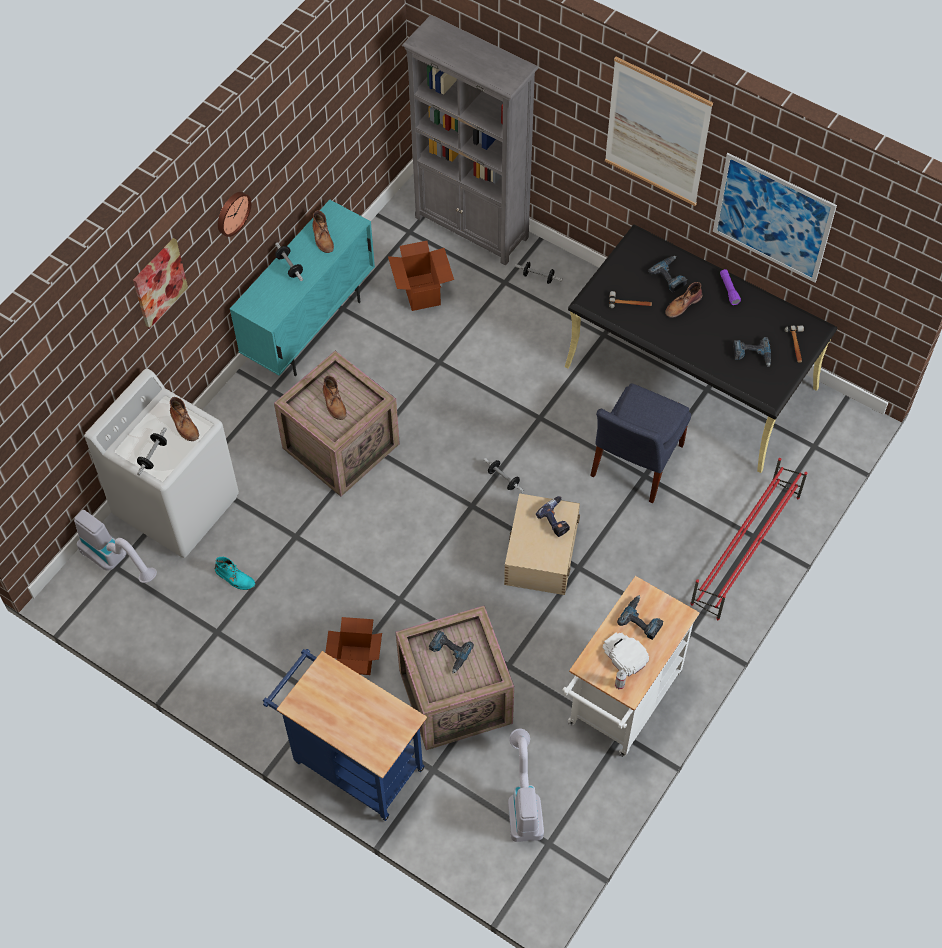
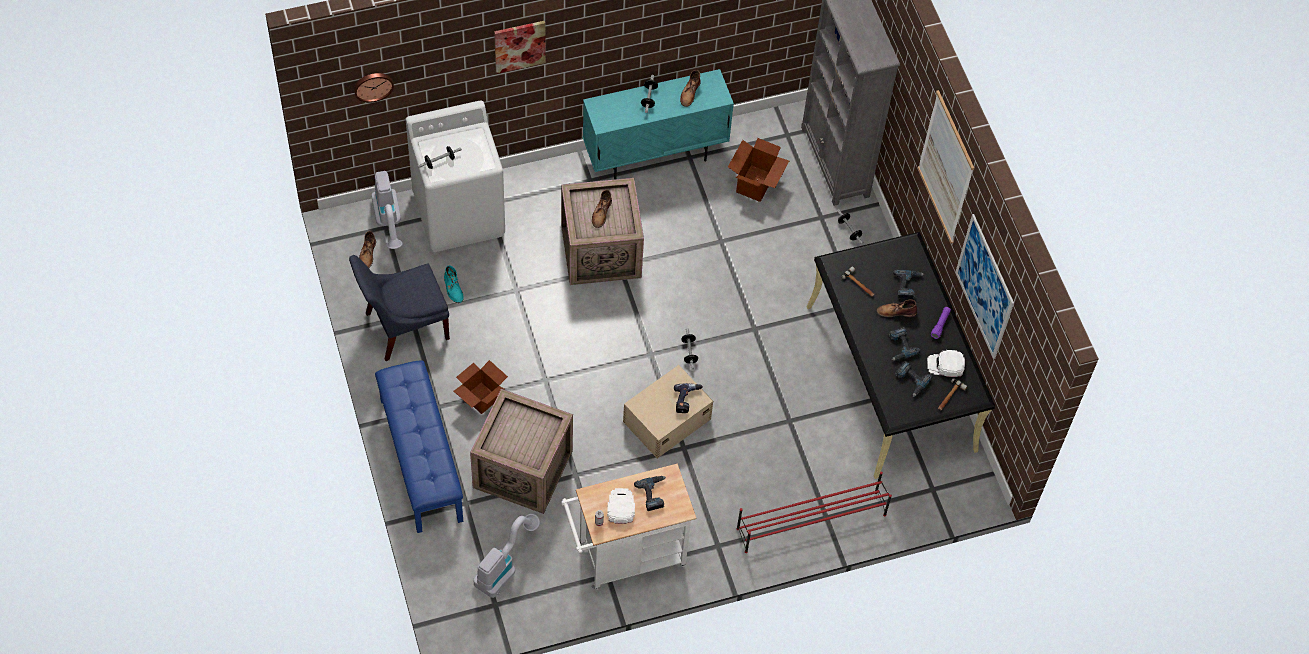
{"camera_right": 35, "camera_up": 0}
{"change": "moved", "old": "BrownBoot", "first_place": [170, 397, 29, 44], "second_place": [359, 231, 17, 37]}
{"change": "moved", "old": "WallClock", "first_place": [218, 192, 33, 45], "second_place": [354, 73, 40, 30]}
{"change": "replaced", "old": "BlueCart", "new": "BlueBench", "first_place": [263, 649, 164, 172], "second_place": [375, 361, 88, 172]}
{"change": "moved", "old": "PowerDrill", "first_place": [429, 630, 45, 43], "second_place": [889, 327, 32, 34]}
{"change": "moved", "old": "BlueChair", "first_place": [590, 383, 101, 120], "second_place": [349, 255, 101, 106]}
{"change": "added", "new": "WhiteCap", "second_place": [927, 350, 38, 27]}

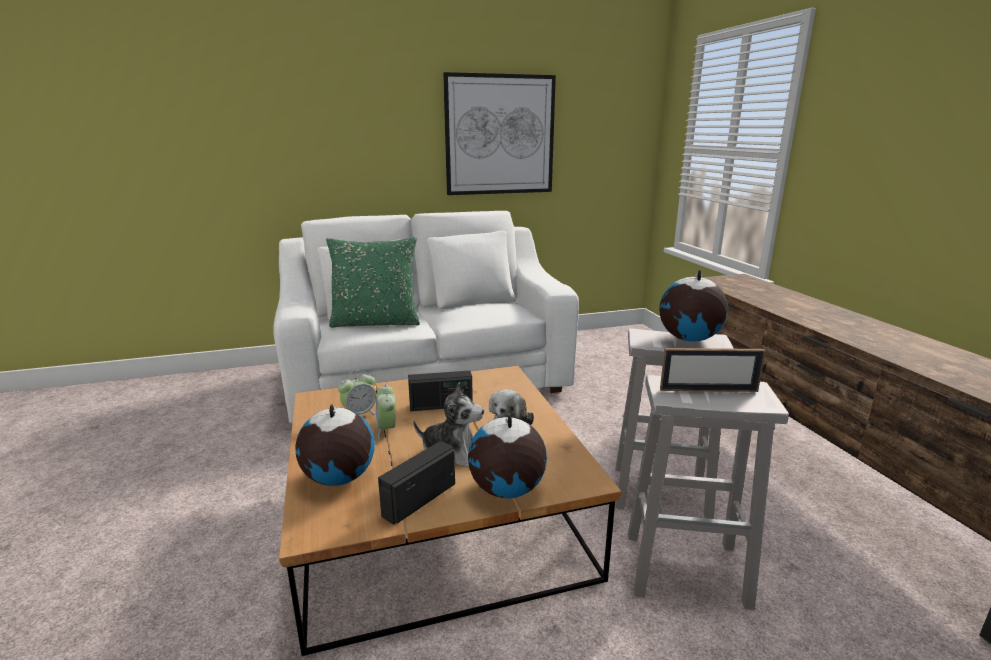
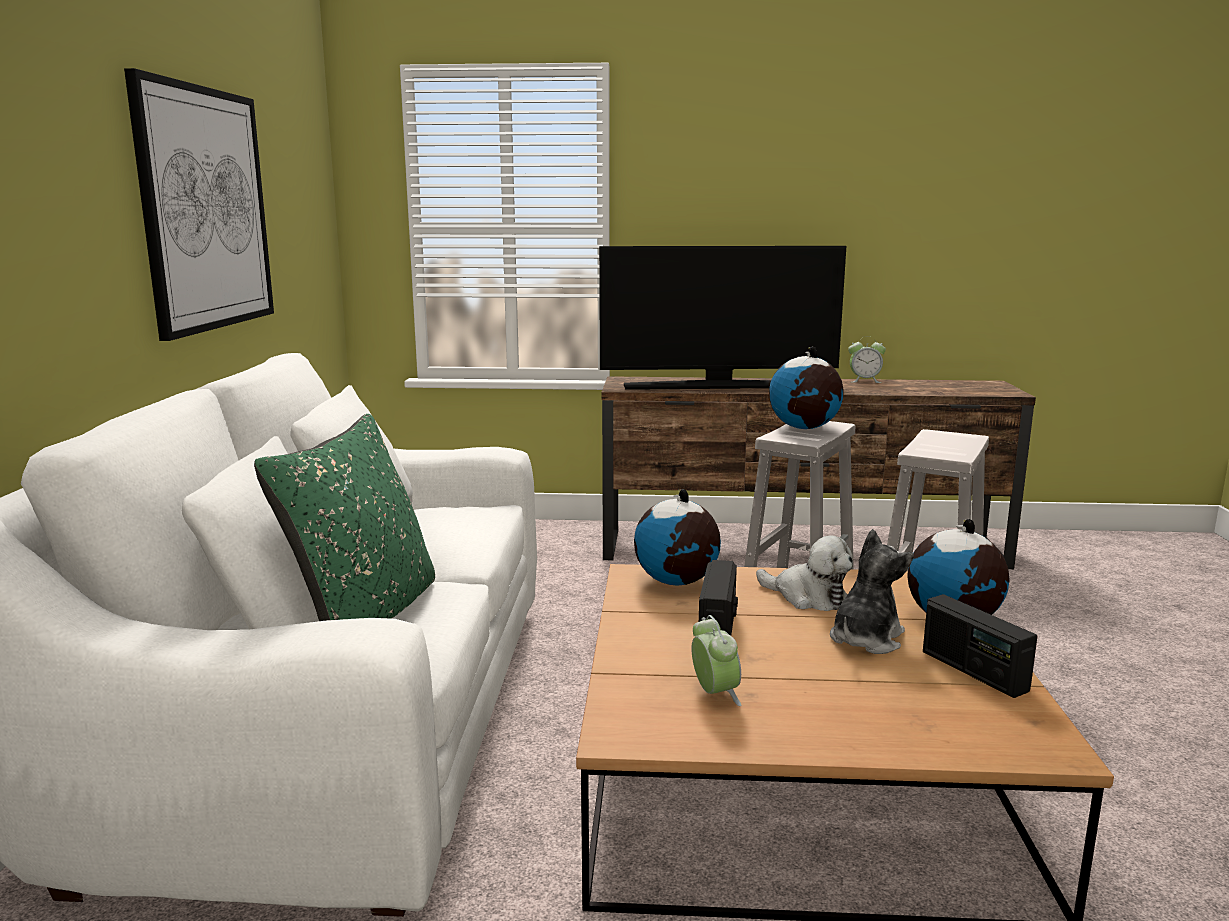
{"camera_right": -70, "camera_up": -5}
{"change": "moved", "old": "Globe", "first_place": [295, 404, 80, 82], "second_place": [634, 489, 87, 97]}
{"change": "moved", "old": "AlarmClock", "first_place": [376, 384, 20, 55], "second_place": [848, 336, 38, 47]}
{"change": "removed", "old": "PictureFrame", "first_place": [660, 348, 106, 44]}
{"change": "added", "new": "Television", "second_place": [599, 246, 247, 144]}

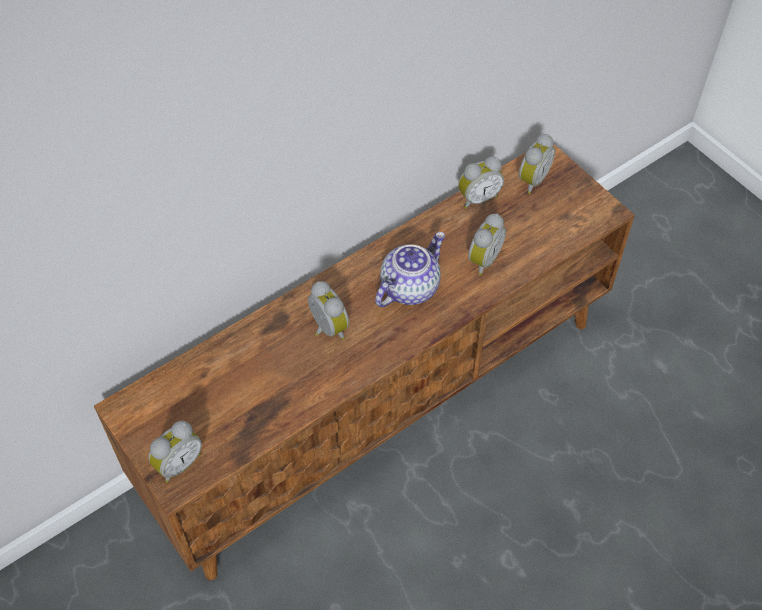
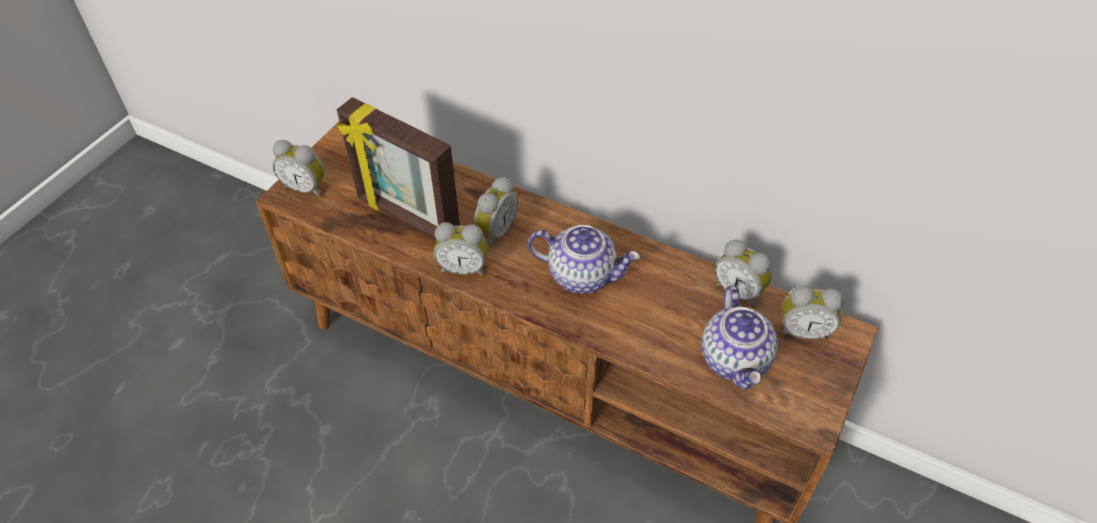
{"camera_right": 65, "camera_up": -5}
{"change": "moved", "old": "AlarmClock", "first_place": [468, 214, 38, 62], "second_place": [434, 222, 54, 55]}
{"change": "added", "new": "PictureFrame", "second_place": [337, 97, 123, 143]}
{"change": "added", "new": "Teapot", "second_place": [702, 286, 75, 104]}

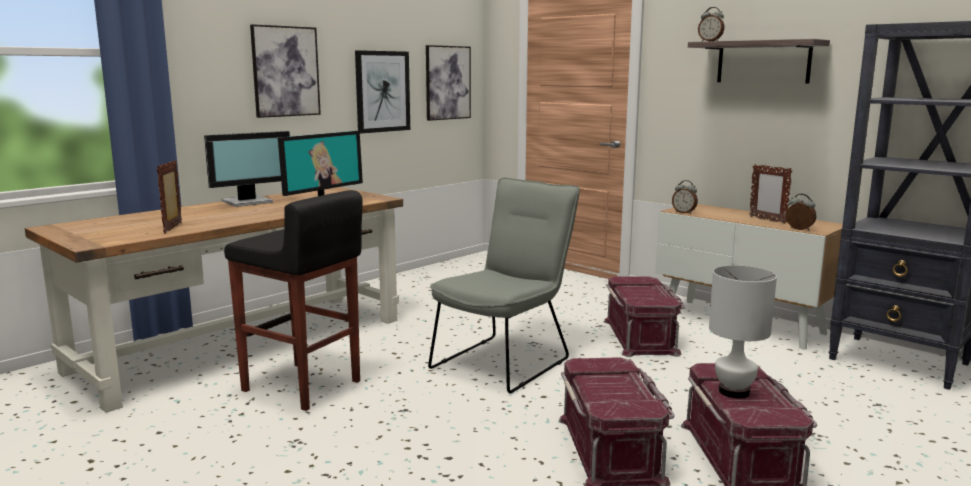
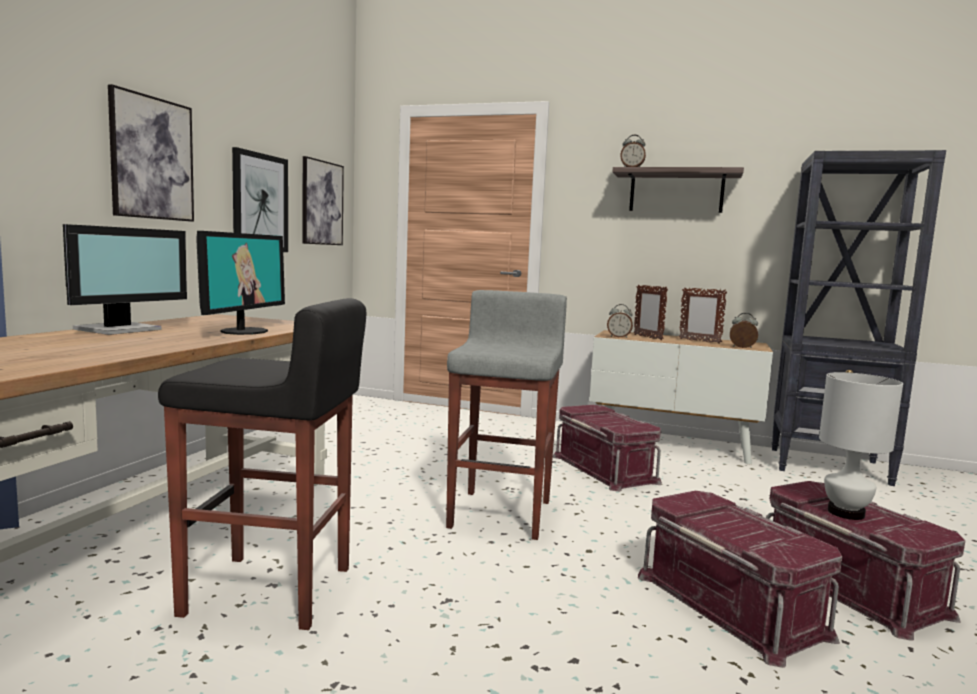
{"camera_right": -25, "camera_up": -5}
{"change": "moved", "old": "PictureFrame", "first_place": [157, 160, 25, 73], "second_place": [634, 285, 34, 55]}
{"change": "replaced", "old": "GreyChair", "new": "GreyStool", "first_place": [428, 178, 152, 215], "second_place": [446, 290, 121, 250]}

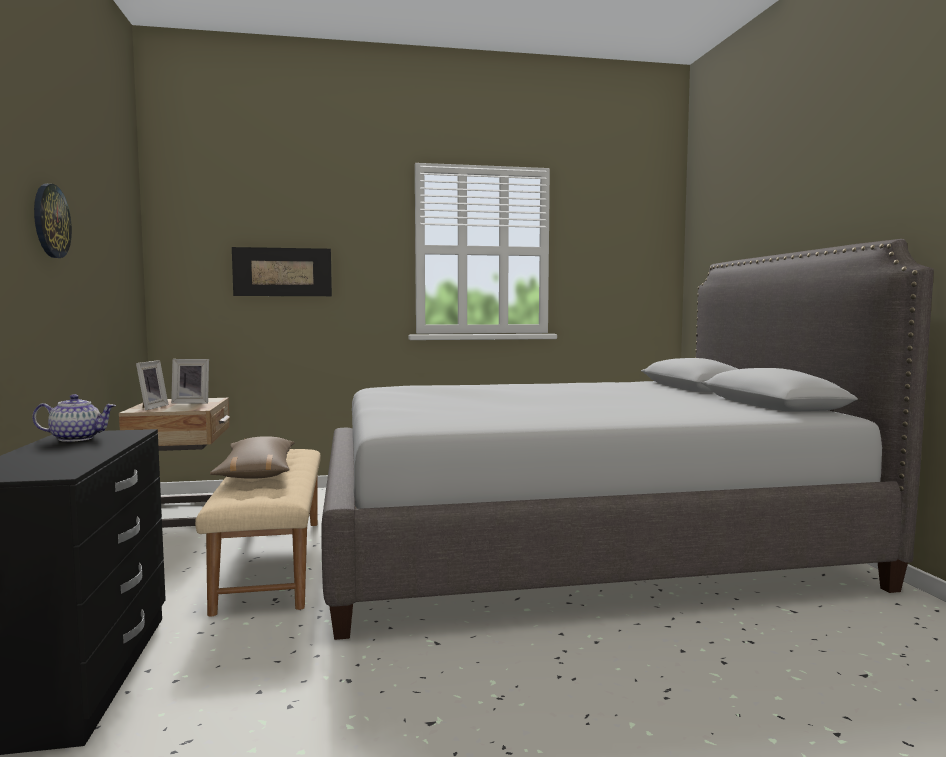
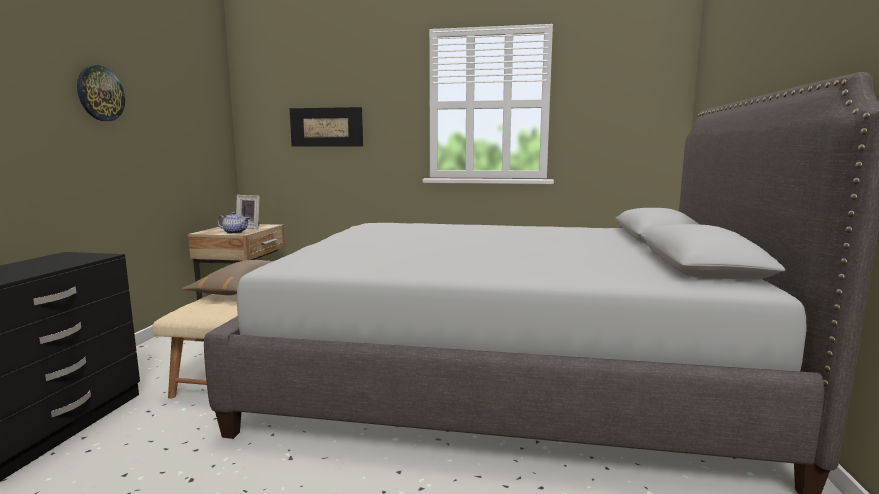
{"camera_right": 20, "camera_up": 5}
{"change": "moved", "old": "Teapot", "first_place": [32, 394, 84, 48], "second_place": [217, 212, 33, 22]}
{"change": "removed", "old": "PictureFrame", "first_place": [136, 360, 32, 51]}

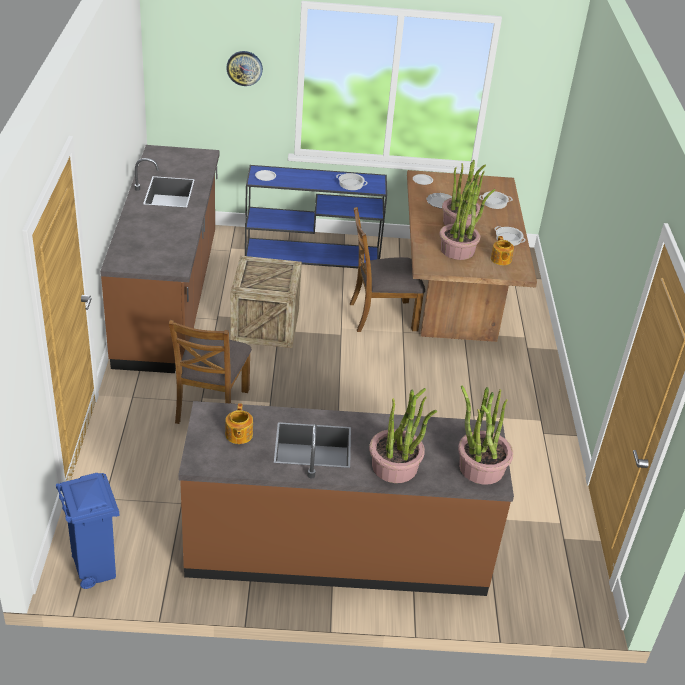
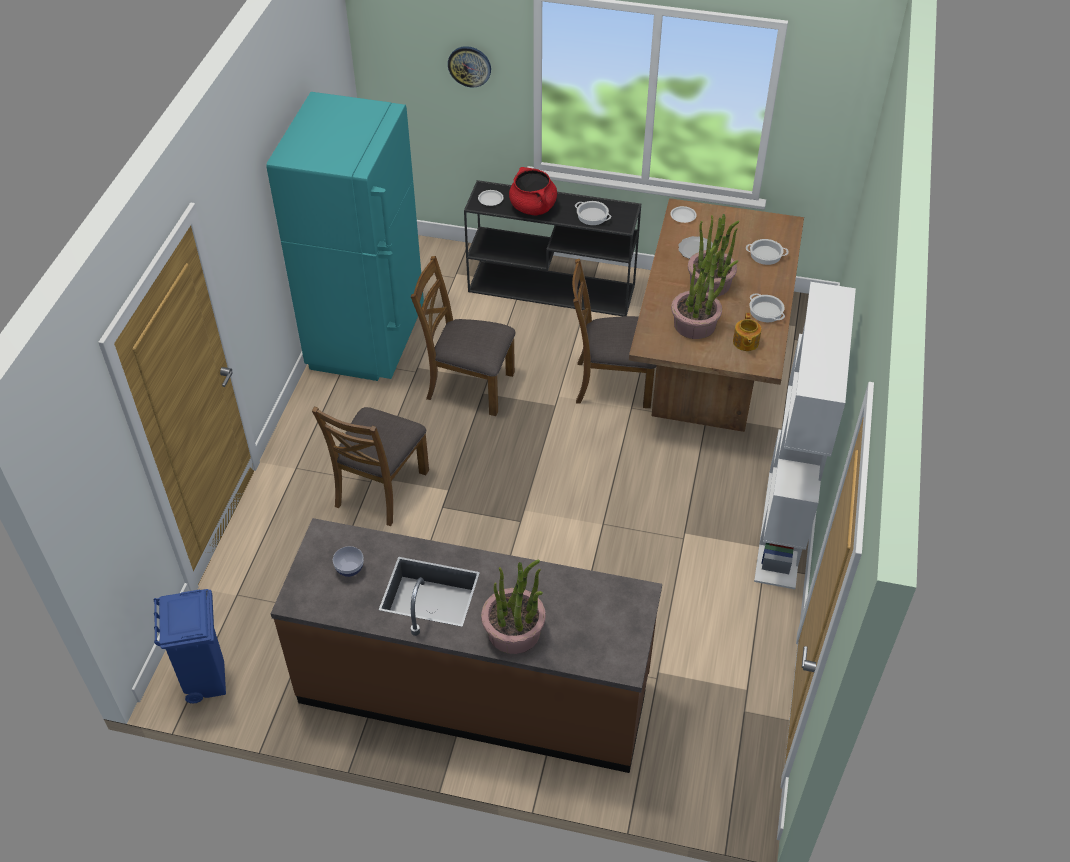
{"camera_right": 15, "camera_up": 10}
{"change": "replaced", "old": "BrownCounter", "new": "TurquoiseFridge", "first_place": [100, 145, 120, 228], "second_place": [267, 92, 157, 289]}
{"change": "replaced", "old": "Teapot", "new": "Bowl", "first_place": [225, 404, 28, 40], "second_place": [333, 546, 31, 31]}
{"change": "replaced", "old": "Crate", "new": "BrownChair", "first_place": [230, 256, 72, 92], "second_place": [411, 256, 104, 160]}
{"change": "recoloured", "old": "BlueConsoleTable", "new": "BlackConsoleTable", "first_place": [245, 165, 142, 103], "second_place": [464, 180, 177, 136]}
{"change": "removed", "old": "PottedPlant", "first_place": [458, 385, 55, 100]}
{"change": "added", "new": "RedCookingPot", "second_place": [509, 167, 48, 48]}
{"change": "added", "new": "WhiteBookcase", "second_place": [754, 282, 102, 307]}

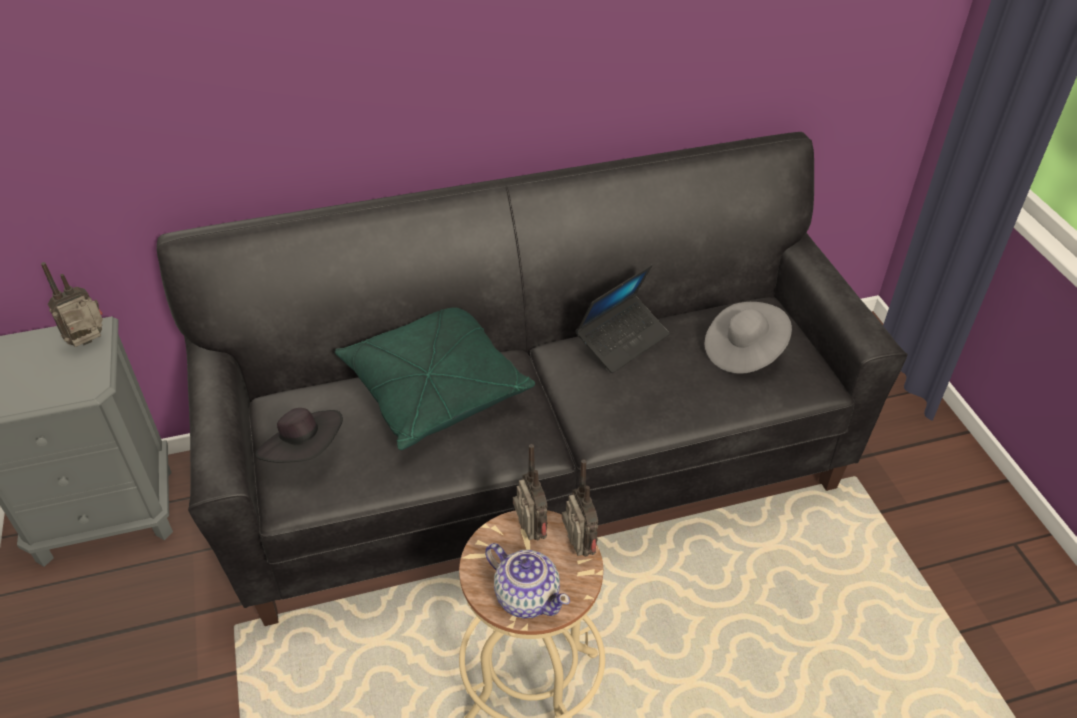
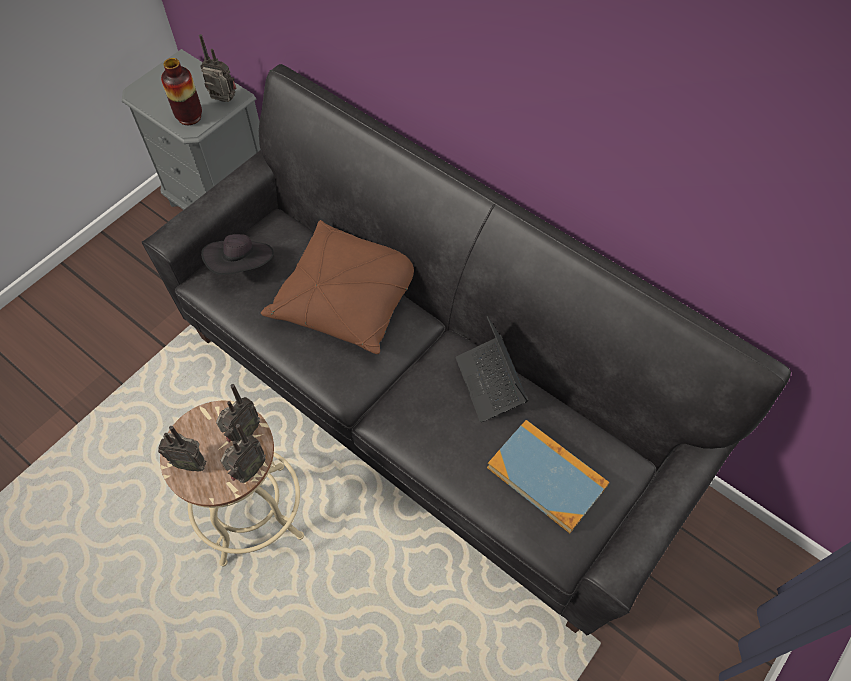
{"camera_right": 55, "camera_up": 15}
{"change": "recoloured", "old": "GreenPillow", "new": "BrownPillow", "first_place": [335, 307, 200, 143], "second_place": [261, 220, 153, 134]}
{"change": "replaced", "old": "Teapot", "new": "Radio", "first_place": [485, 543, 85, 75], "second_place": [158, 426, 48, 45]}
{"change": "turned", "old": "Laptop", "first_place": [575, 265, 95, 108], "second_place": [456, 316, 73, 106], "degrees": 60}
{"change": "replaced", "old": "GreyHat", "new": "Book", "first_place": [705, 302, 87, 72], "second_place": [487, 420, 123, 113]}
{"change": "added", "new": "Vase", "second_place": [161, 58, 41, 67]}

